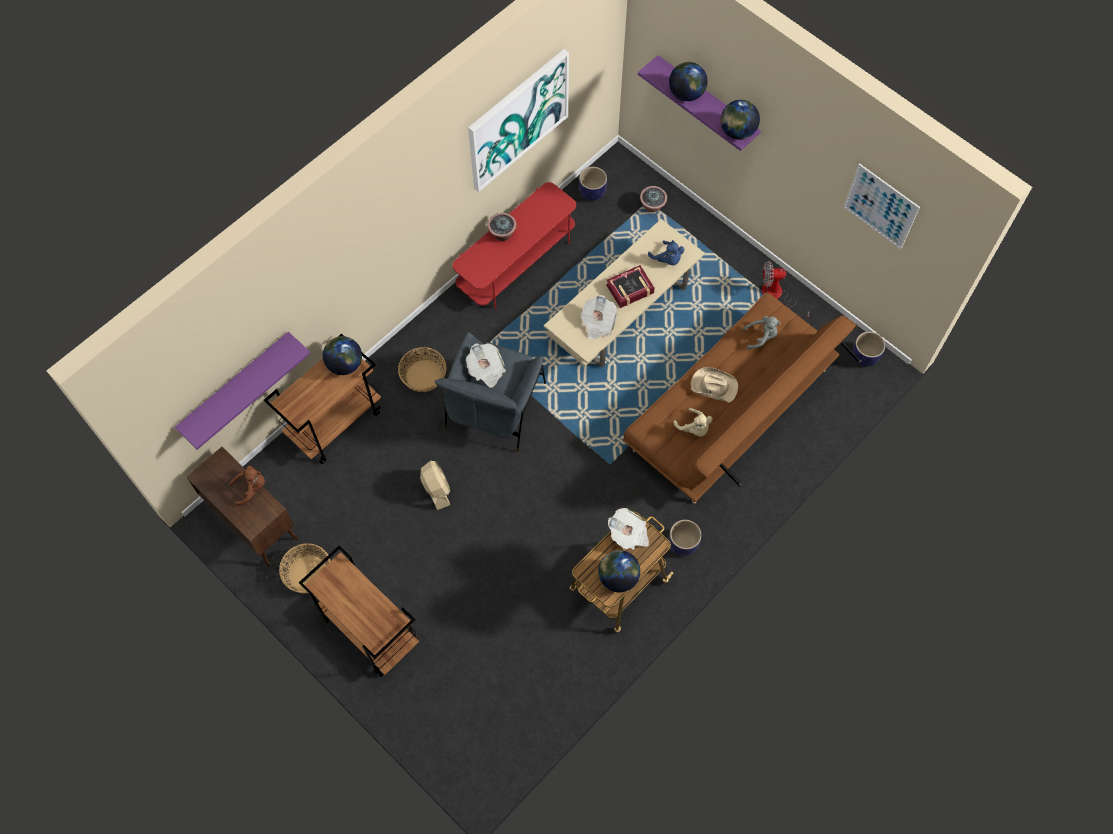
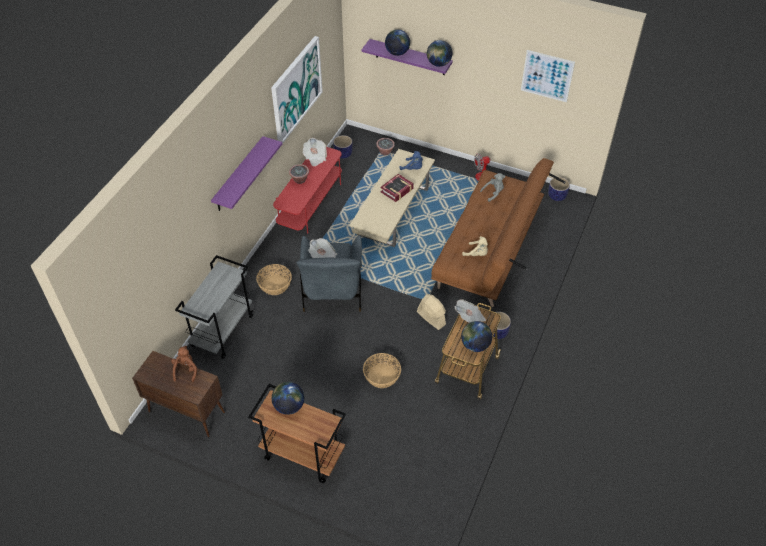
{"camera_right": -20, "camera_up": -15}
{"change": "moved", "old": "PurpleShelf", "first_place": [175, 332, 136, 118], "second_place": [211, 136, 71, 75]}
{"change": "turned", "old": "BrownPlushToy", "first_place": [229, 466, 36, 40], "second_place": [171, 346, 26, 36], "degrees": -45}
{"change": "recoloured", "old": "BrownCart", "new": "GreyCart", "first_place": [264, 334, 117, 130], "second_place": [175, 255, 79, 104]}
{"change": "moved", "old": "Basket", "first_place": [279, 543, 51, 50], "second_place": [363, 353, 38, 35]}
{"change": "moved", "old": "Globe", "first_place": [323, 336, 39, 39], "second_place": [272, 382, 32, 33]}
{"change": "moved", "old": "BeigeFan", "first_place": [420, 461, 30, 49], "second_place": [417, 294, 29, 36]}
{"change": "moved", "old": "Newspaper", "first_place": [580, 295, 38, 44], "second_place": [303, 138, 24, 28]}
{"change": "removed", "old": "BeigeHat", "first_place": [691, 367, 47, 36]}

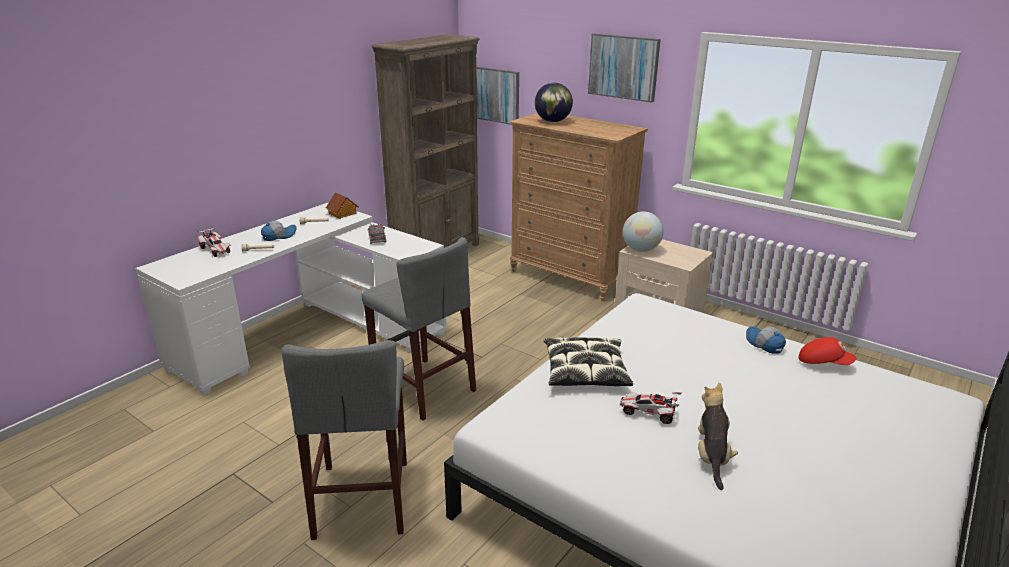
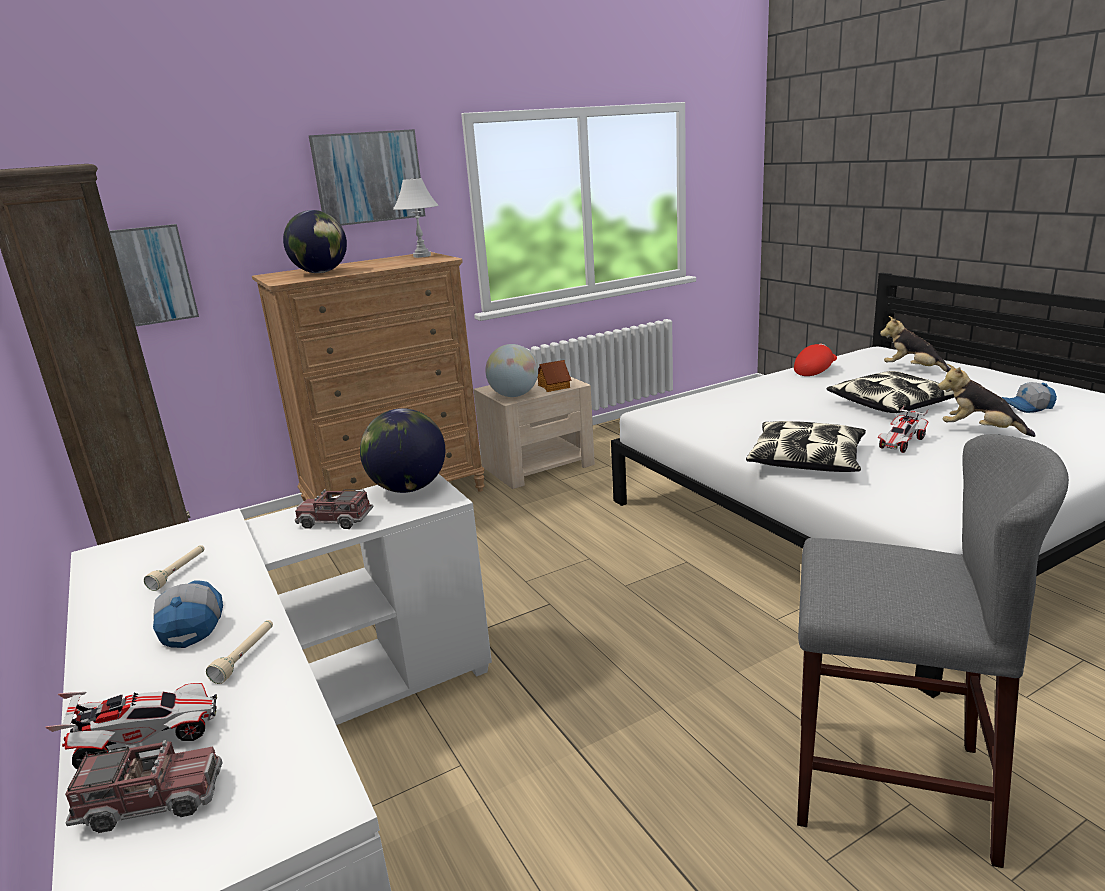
{"camera_right": -65, "camera_up": -5}
{"change": "moved", "old": "ToyHouse", "first_place": [326, 192, 33, 27], "second_place": [538, 360, 33, 32]}
{"change": "removed", "old": "GreyStool", "first_place": [362, 237, 114, 184]}
{"change": "moved", "old": "Cap", "first_place": [746, 326, 40, 28], "second_place": [1002, 382, 55, 31]}
{"change": "added", "new": "ToyTruck", "second_place": [65, 740, 158, 93]}
{"change": "added", "new": "Globe", "second_place": [360, 408, 85, 85]}
{"change": "added", "new": "WhiteTableLamp", "second_place": [393, 178, 46, 80]}
{"change": "added", "new": "Pillow", "second_place": [826, 371, 128, 42]}
{"change": "added", "new": "PlushToy", "second_place": [880, 316, 71, 56]}

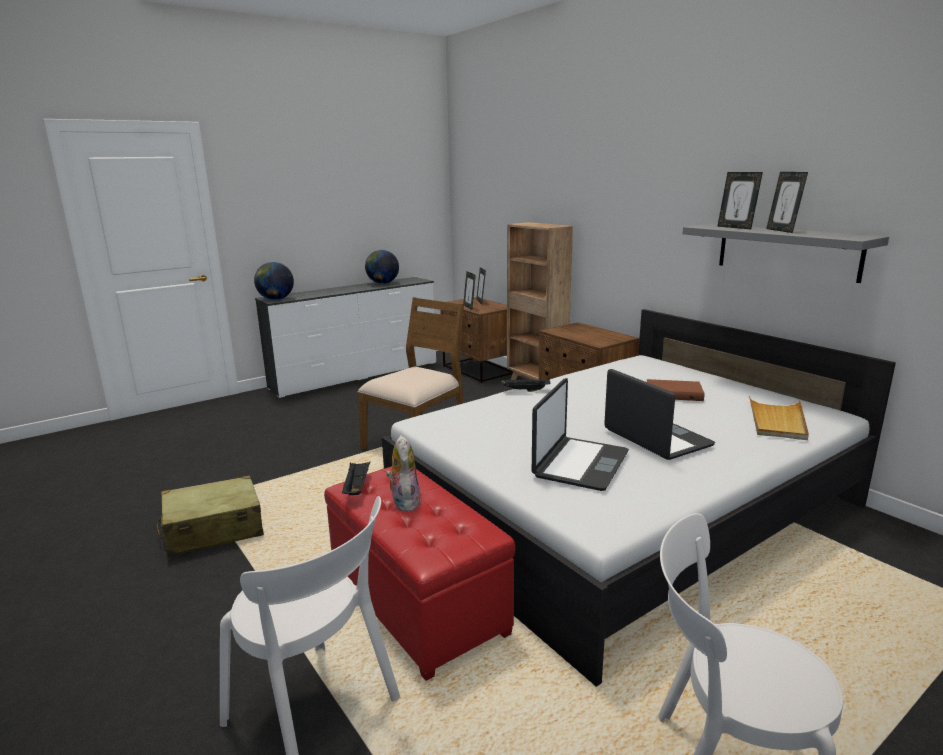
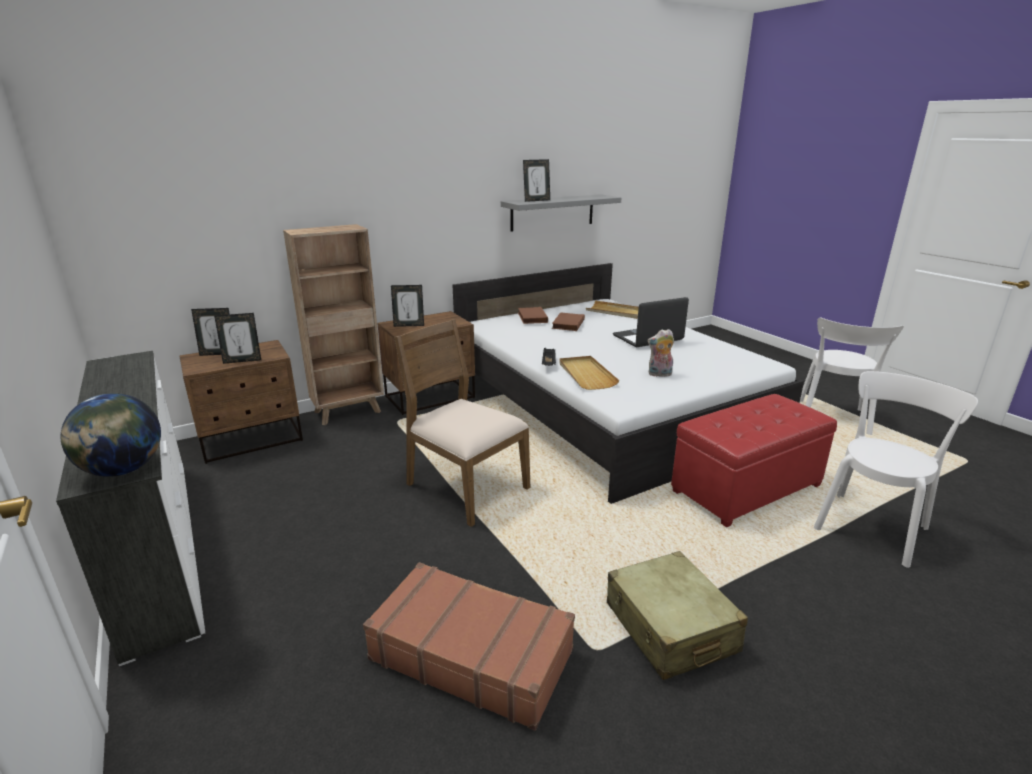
{"camera_right": -85, "camera_up": 5}
{"change": "removed", "old": "BlackTray", "first_place": [342, 462, 28, 33]}
{"change": "removed", "old": "Globe", "first_place": [365, 250, 34, 34]}
{"change": "moved", "old": "PlushToy", "first_place": [386, 435, 35, 76], "second_place": [647, 329, 27, 48]}
{"change": "removed", "old": "Laptop", "first_place": [531, 378, 98, 113]}
{"change": "moved", "old": "PictureFrame", "first_place": [766, 172, 42, 61], "second_place": [391, 285, 33, 42]}
{"change": "added", "new": "BrownSuitcase", "second_place": [363, 562, 212, 169]}
{"change": "added", "new": "BrownBook", "second_place": [518, 307, 30, 17]}
{"change": "added", "new": "BeigeTray", "second_place": [559, 356, 60, 34]}

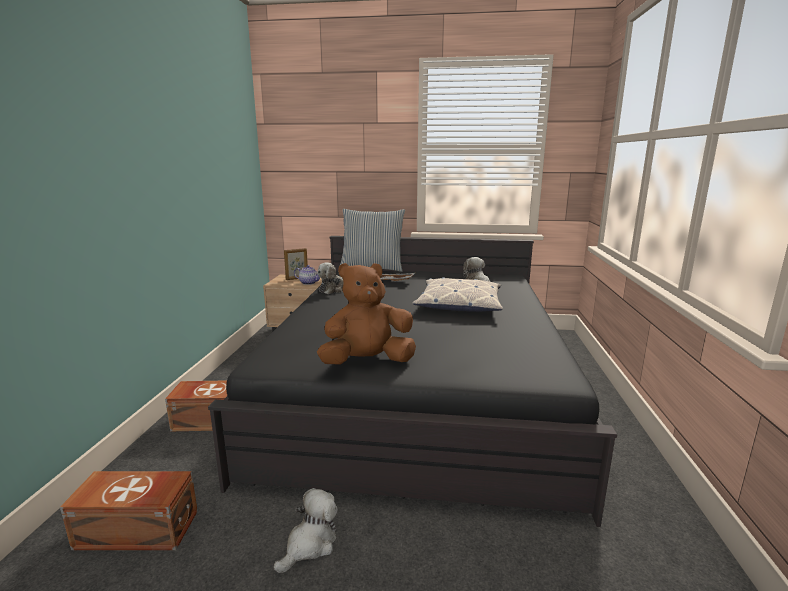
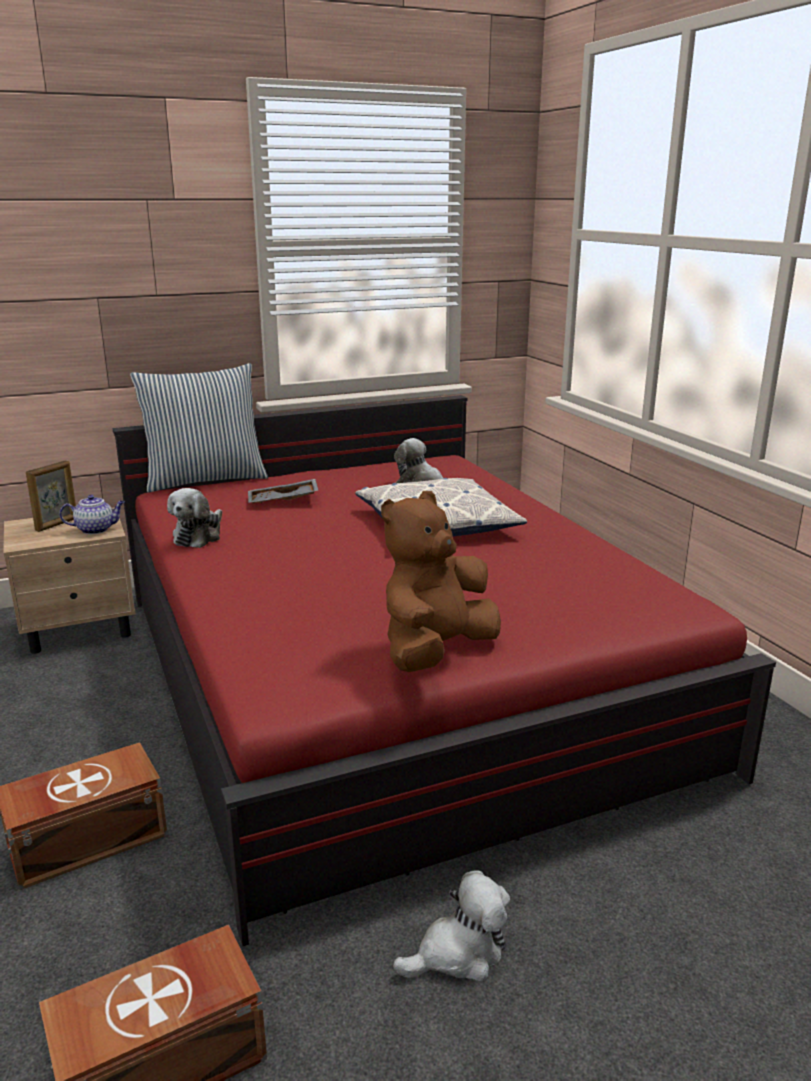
{"camera_right": -30, "camera_up": 5}
{"change": "recoloured", "old": "BlackBed", "new": "RedBed", "first_place": [208, 236, 409, 291], "second_place": [113, 395, 663, 551]}
{"change": "turned", "old": "PlushToy", "first_place": [274, 488, 64, 85], "second_place": [393, 870, 117, 111], "degrees": 60}

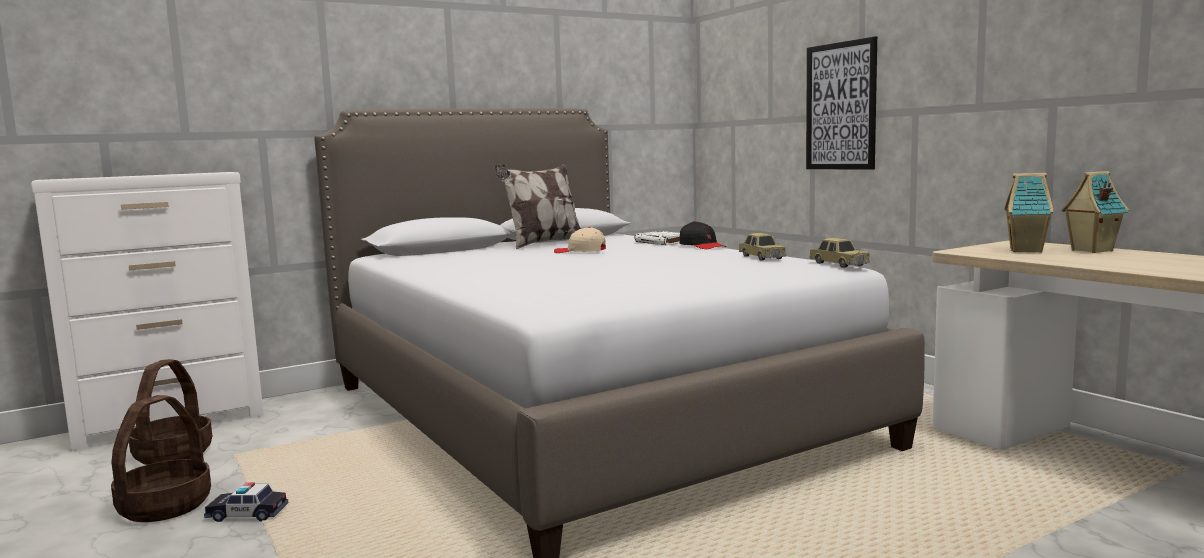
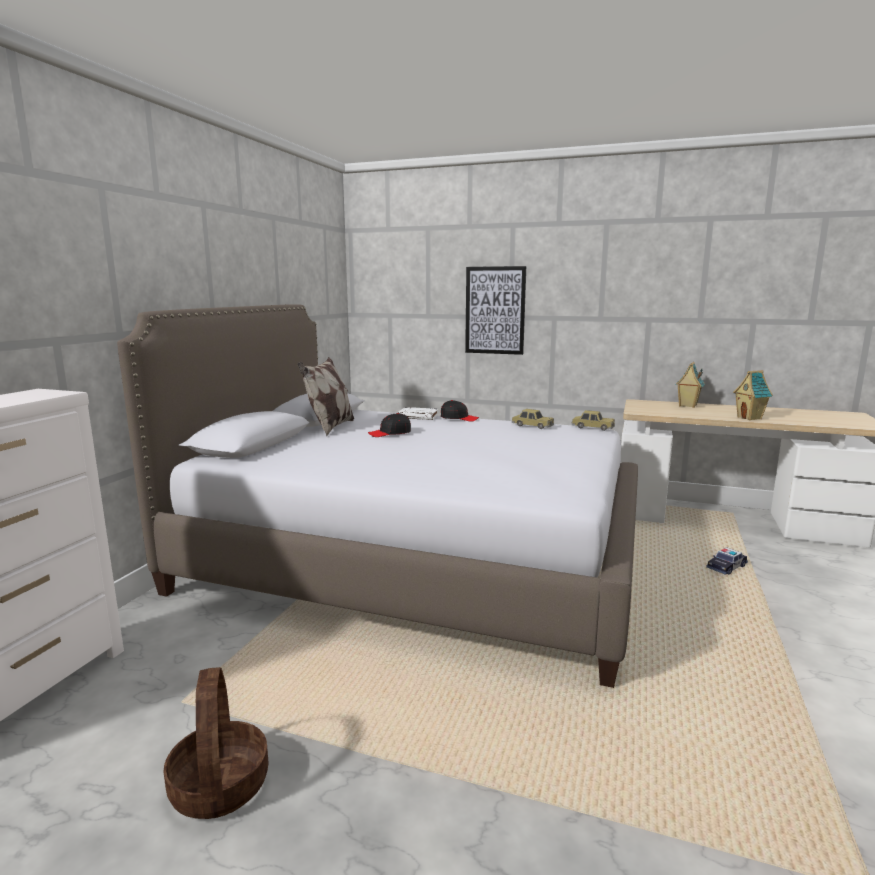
{"camera_right": -40, "camera_up": 5}
{"change": "removed", "old": "Basket", "first_place": [129, 359, 83, 106]}
{"change": "moved", "old": "ToyCar", "first_place": [204, 482, 85, 40], "second_place": [706, 547, 42, 28]}
{"change": "recoloured", "old": "BeigeCap", "new": "BlackCap", "first_place": [554, 227, 52, 26], "second_place": [368, 413, 43, 24]}
{"change": "moved", "old": "ToyHouse", "first_place": [1004, 173, 50, 80], "second_place": [733, 370, 40, 50]}

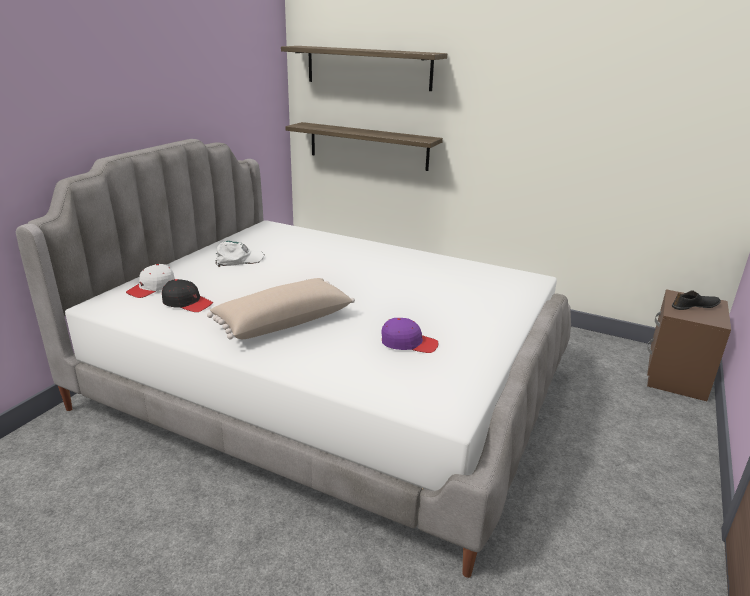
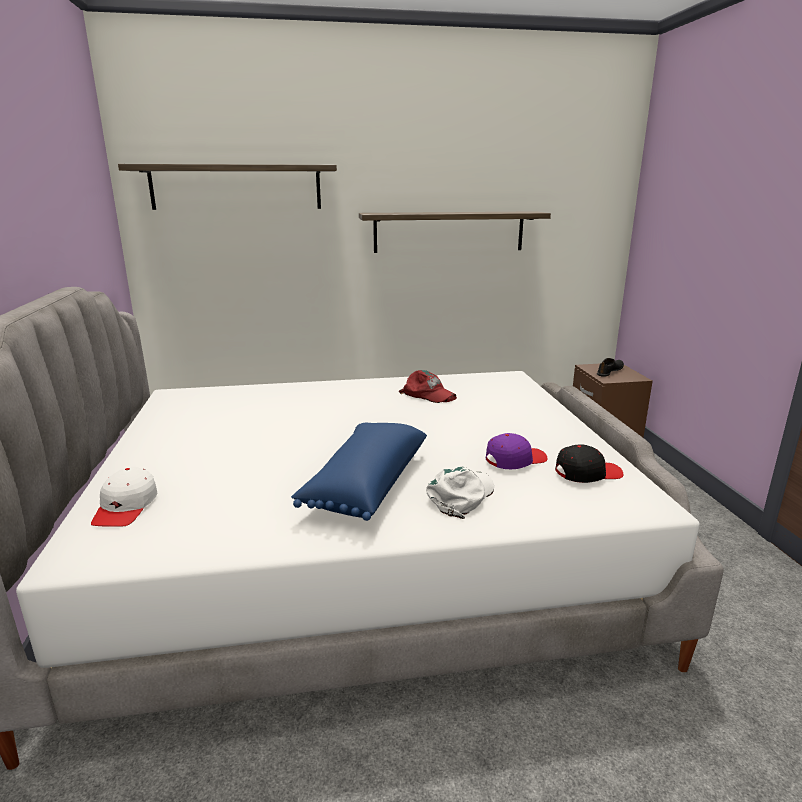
{"camera_right": -35, "camera_up": -5}
{"change": "moved", "old": "BlackCap", "first_place": [162, 279, 51, 33], "second_place": [555, 444, 68, 39]}
{"change": "recoloured", "old": "BeigePillow", "new": "BluePillow", "first_place": [207, 278, 148, 62], "second_place": [291, 423, 136, 98]}
{"change": "moved", "old": "WhiteCap", "first_place": [215, 241, 50, 26], "second_place": [426, 467, 68, 52]}
{"change": "moved", "old": "Shelf", "first_place": [285, 122, 158, 49], "second_place": [359, 211, 192, 42]}
{"change": "added", "new": "RedCap", "second_place": [399, 370, 58, 33]}

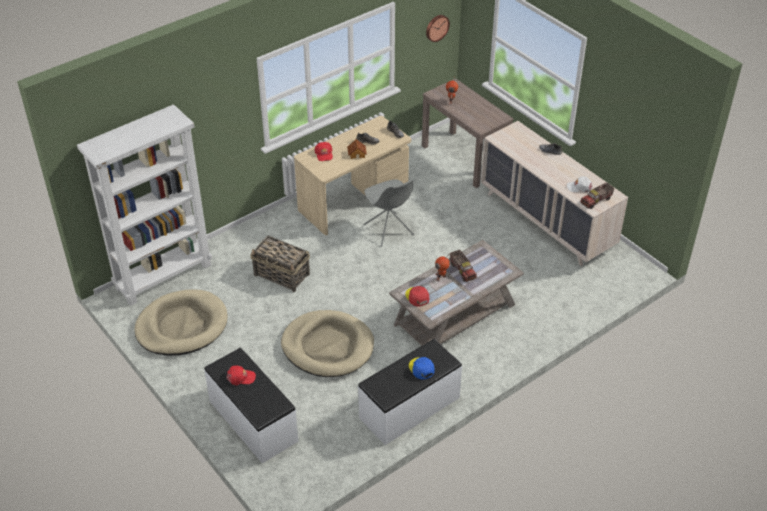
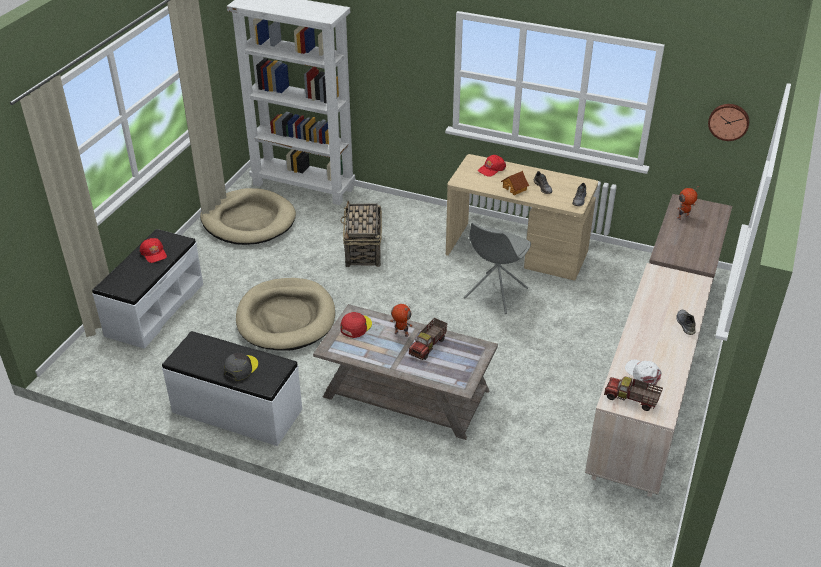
{"camera_right": 60, "camera_up": -5}
{"change": "recoloured", "old": "BlueCap", "new": "GreyCap", "first_place": [409, 357, 26, 23], "second_place": [224, 353, 34, 28]}

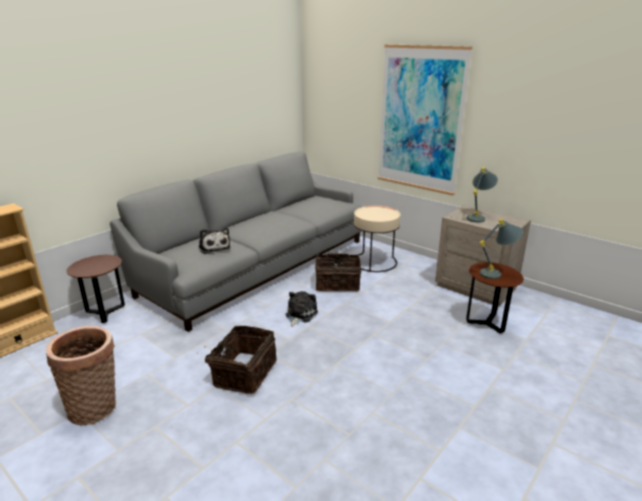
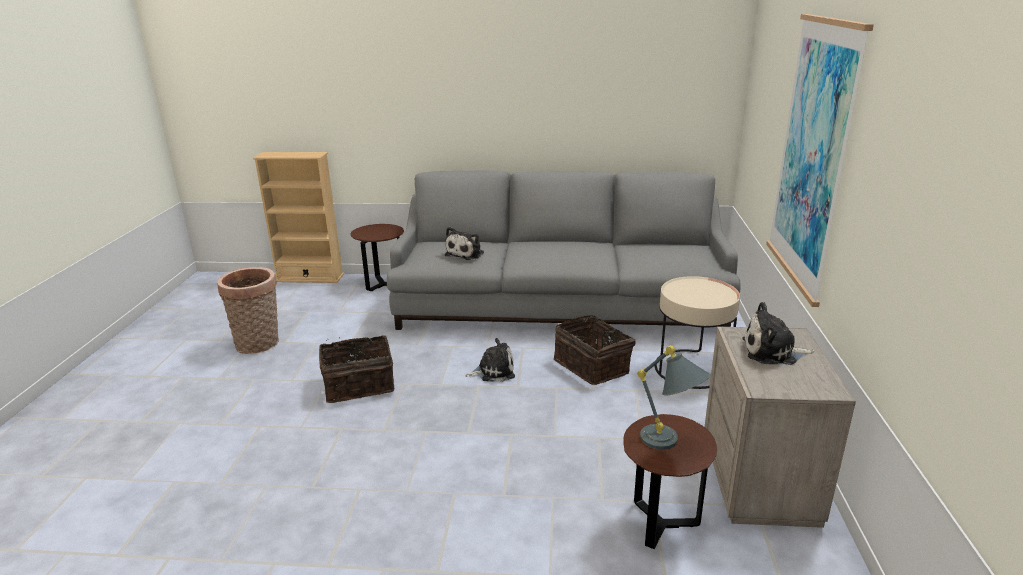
{"camera_right": 55, "camera_up": 0}
{"change": "replaced", "old": "GreyTableLamp", "new": "PlushToy", "first_place": [466, 167, 32, 55], "second_place": [742, 302, 72, 63]}

